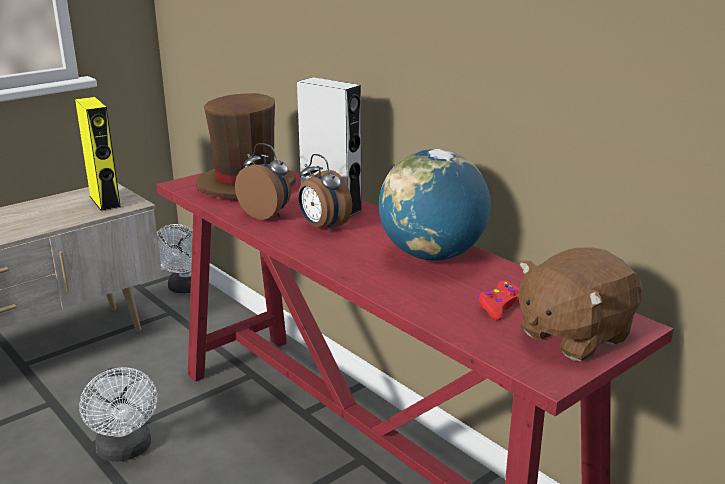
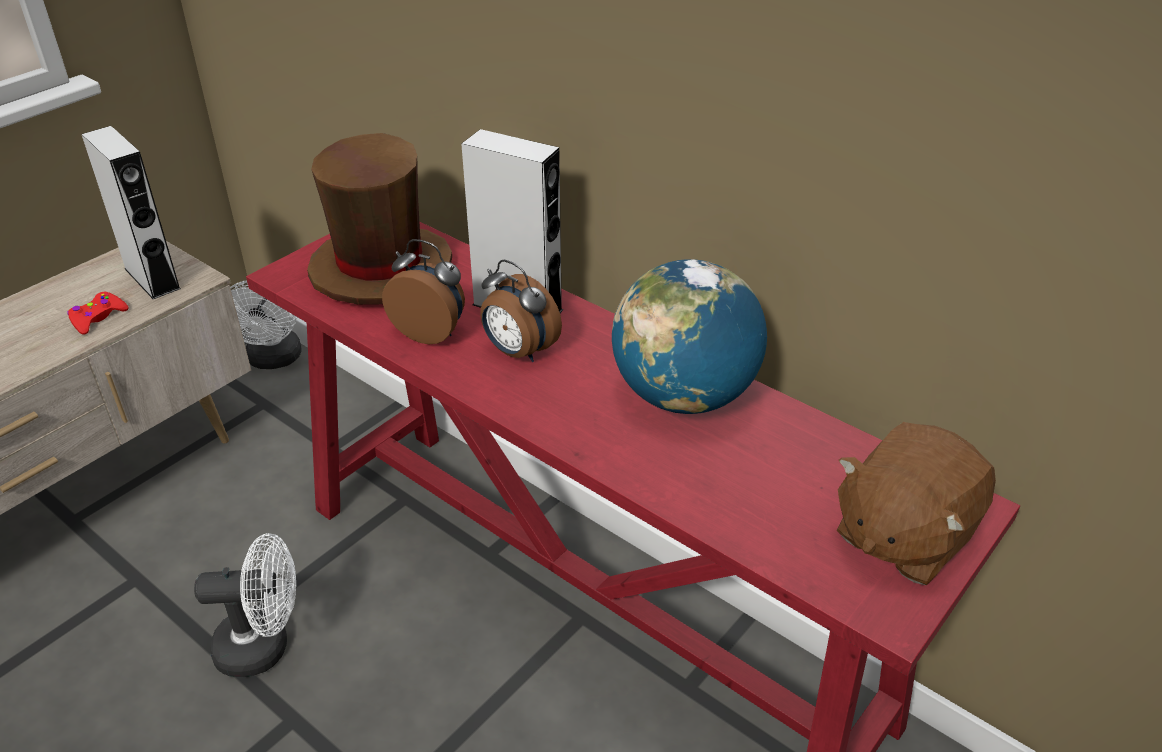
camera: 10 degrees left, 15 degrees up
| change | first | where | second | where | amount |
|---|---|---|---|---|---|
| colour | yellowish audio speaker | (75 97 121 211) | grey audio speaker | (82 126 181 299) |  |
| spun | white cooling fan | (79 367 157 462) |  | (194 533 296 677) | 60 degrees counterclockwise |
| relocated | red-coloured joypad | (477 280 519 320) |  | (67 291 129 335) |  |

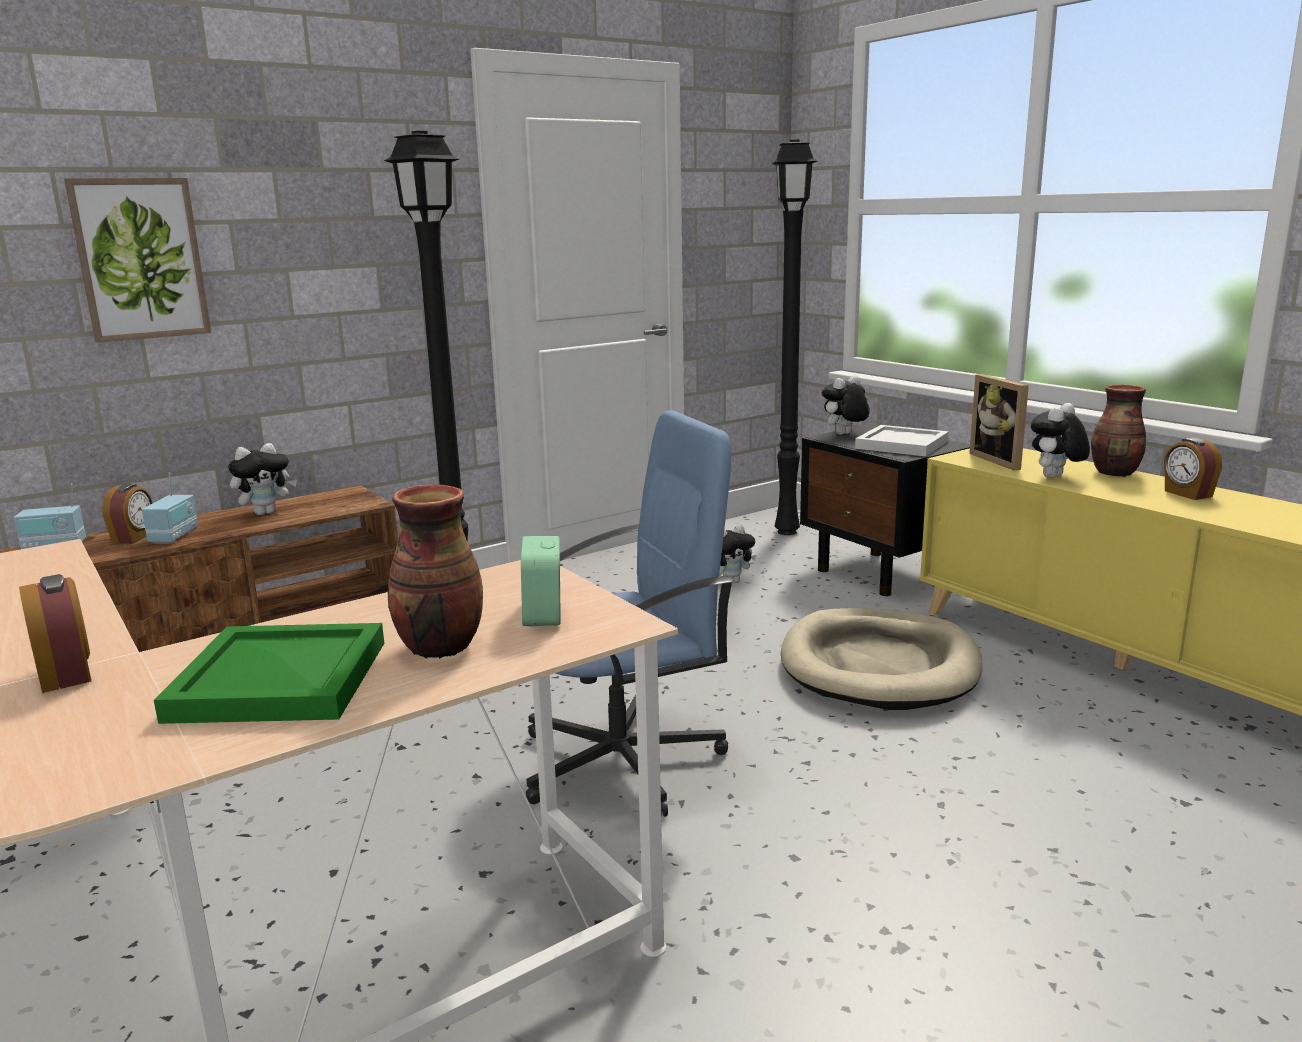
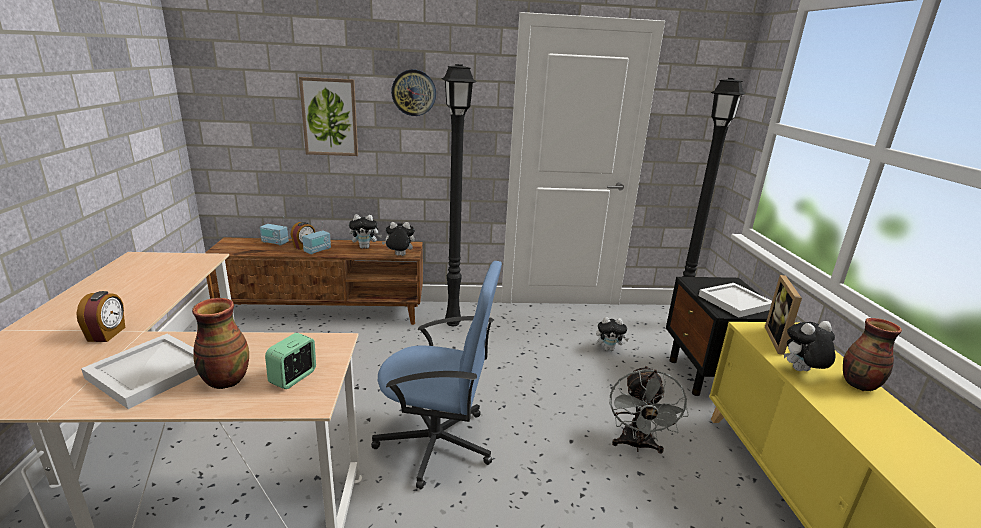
camera: 30 degrees right, 5 degrees up
| change | first | where | second | where | amount |
|---|---|---|---|---|---|
| colour | green-coloured serving tray | (154 623 384 724) | white serving tray | (81 334 199 409) |  |
| exchanged | beige-coloured dog bed | (781 608 983 710) | grey cooling fan | (610 366 689 454) |  |
| relocated | plush toy | (822 375 870 435) |  | (382 222 415 256) |  |
| missing | bedside clock | (1164 438 1222 500) |  |  |  |
| appeared |  |  | hanging clock | (391 69 436 116) |  |

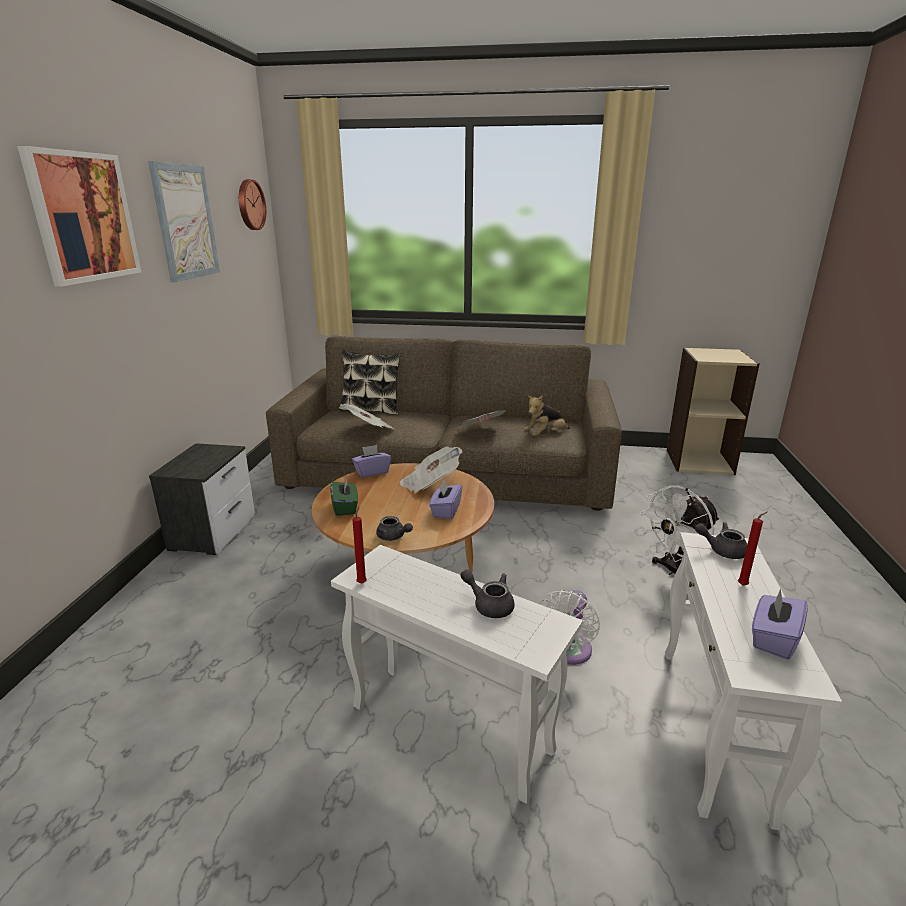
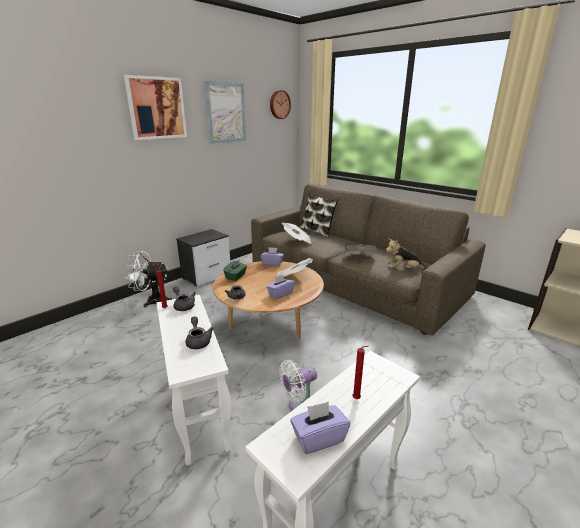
camera: 35 degrees right, 0 degrees up
| change | first | where | second | where | amount |
|---|---|---|---|---|---|
| relocated | white cooling fan | (640 485 720 575) |  | (125 251 172 307) |  |
| relocated | grey tea pot | (695 522 747 559) |  | (173 286 196 311) |  |

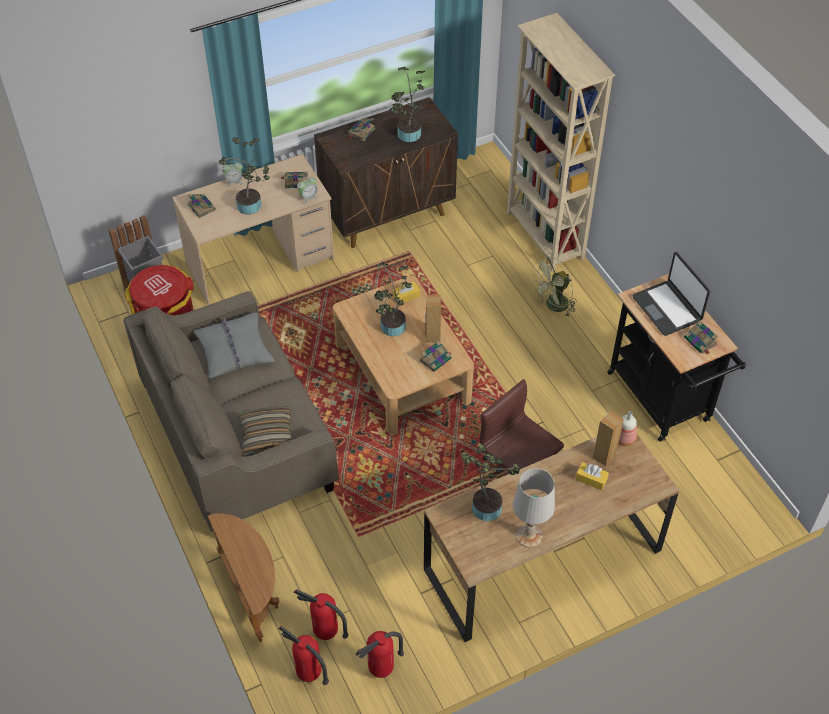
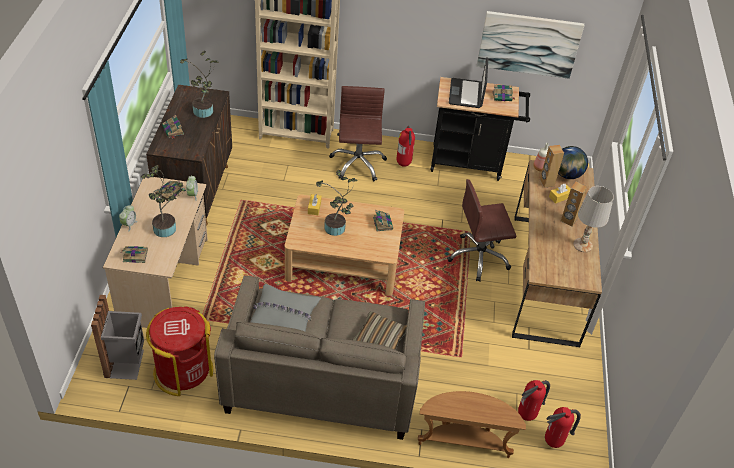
camera: 60 degrees left, 5 degrees down
| change | first | where | second | where | amount |
|---|---|---|---|---|---|
| relocated | fire-fighting cylinder | (356 631 404 678) |  | (396 126 415 167) |  |
| relocated | brownish audio speaker | (425 295 441 343) |  | (561 182 587 226) |  |
| missing | potted plant | (462 443 520 521) |  |  |  |
| exchanged | green-coloured cooling fan | (531 256 576 317) | brownish office chair | (329 86 387 181) |  |
| spun | portable computer | (632 252 710 336) |  | (449 57 488 108) | 90 degrees clockwise |
| appeared |  |  | wall picture | (477 11 584 79) |  |
| appeared |  |  | desk globe | (558 146 588 179) |  |

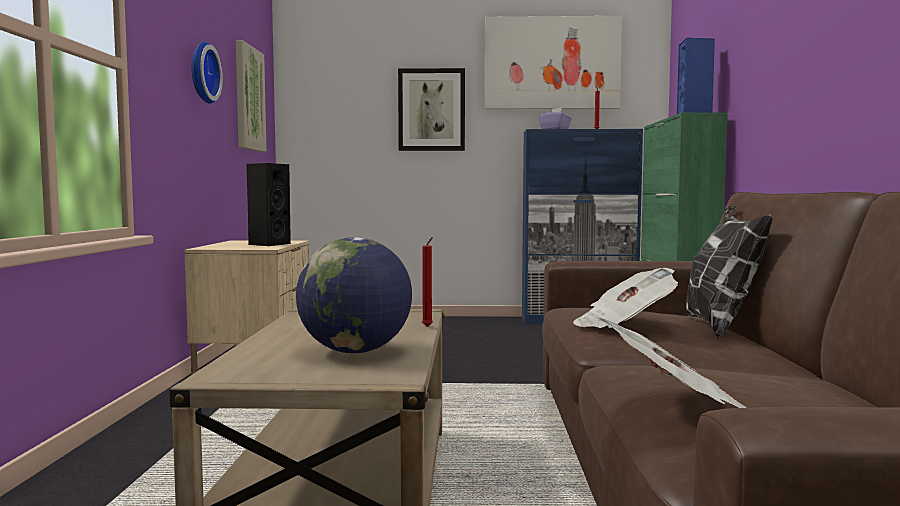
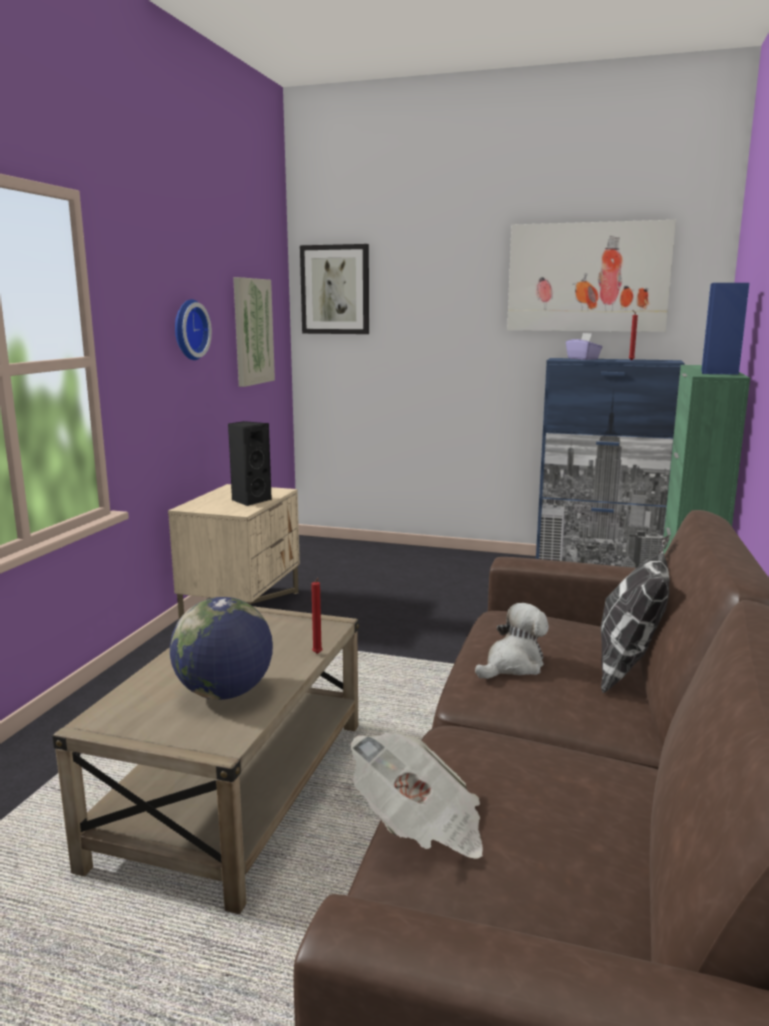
camera: 15 degrees right, 10 degrees up
| change | first | where | second | where | amount |
|---|---|---|---|---|---|
| relocated | wall picture | (398 68 465 151) |  | (300 244 369 334) |  |
| exchanged | printed paper | (573 268 678 328) | plush toy | (475 603 549 679) |  |

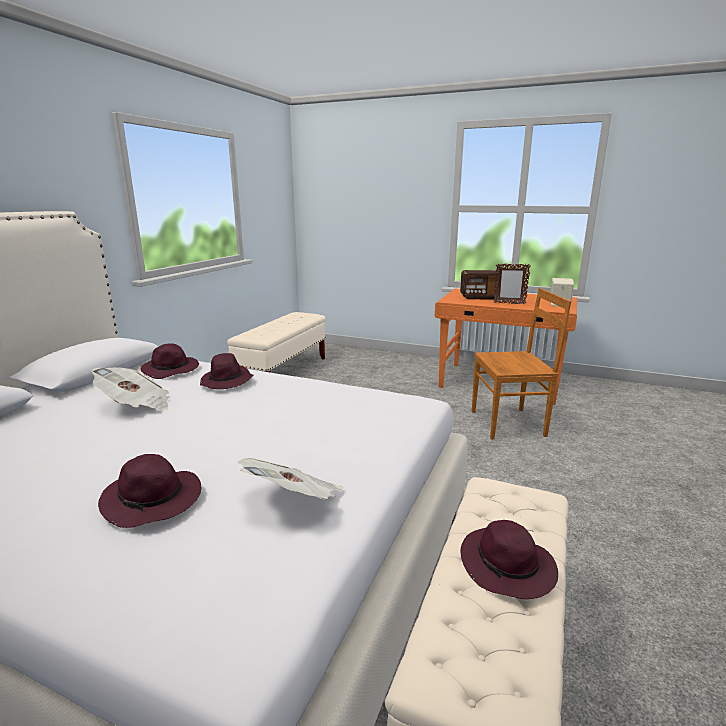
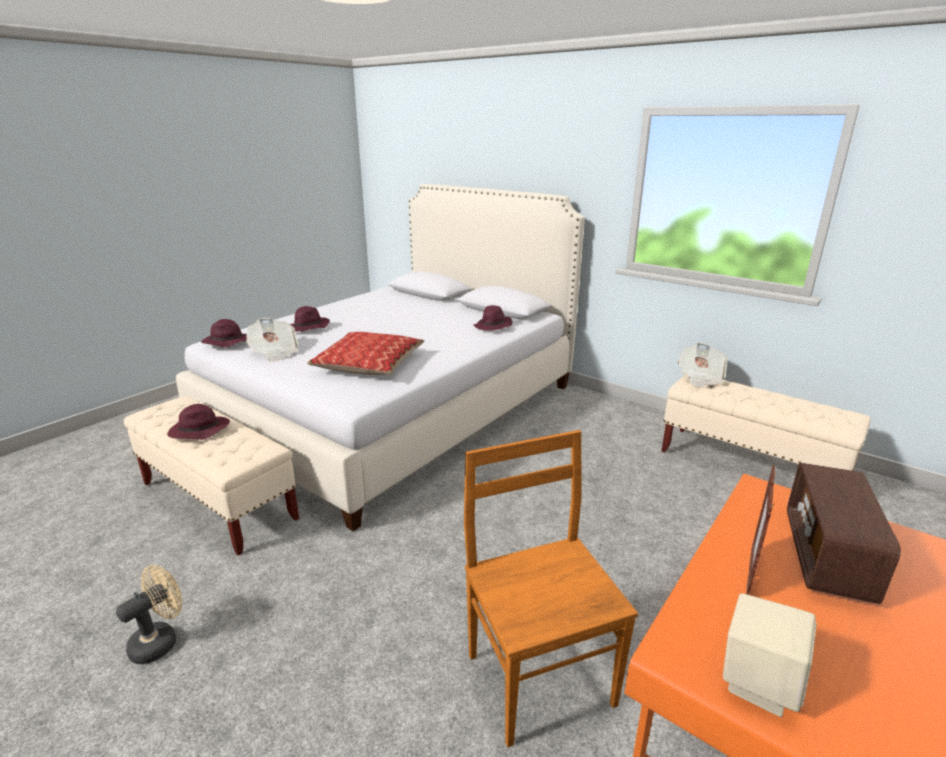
camera: 105 degrees right, 5 degrees up
| change | first | where | second | where | amount |
|---|---|---|---|---|---|
| relocated | printed paper | (92 367 169 410) |  | (678 342 728 387) |  |
| relocated | purplish clothing hat | (200 353 253 389) |  | (201 319 247 348) |  |
| spun | brownish chair | (472 288 571 439) |  | (464 430 638 747) | 150 degrees clockwise |
| appeared |  |  | beige-coloured cooling fan | (116 565 182 664) |  |
| appeared |  |  | pillow | (307 332 424 375) |  |

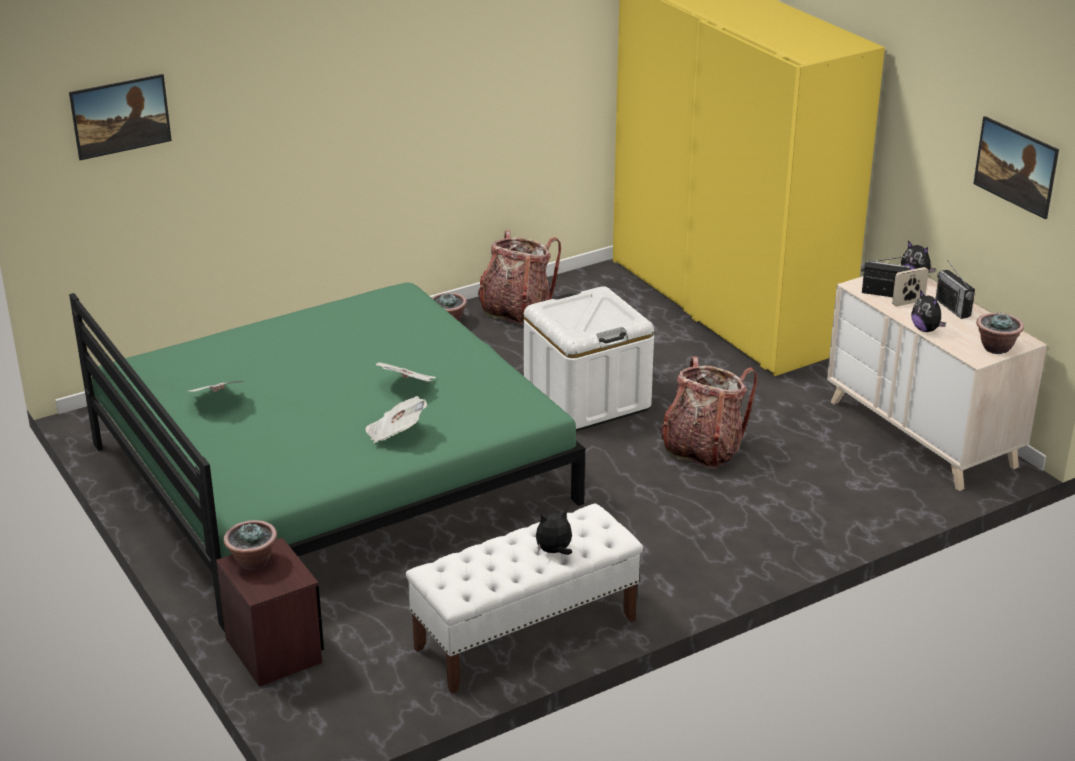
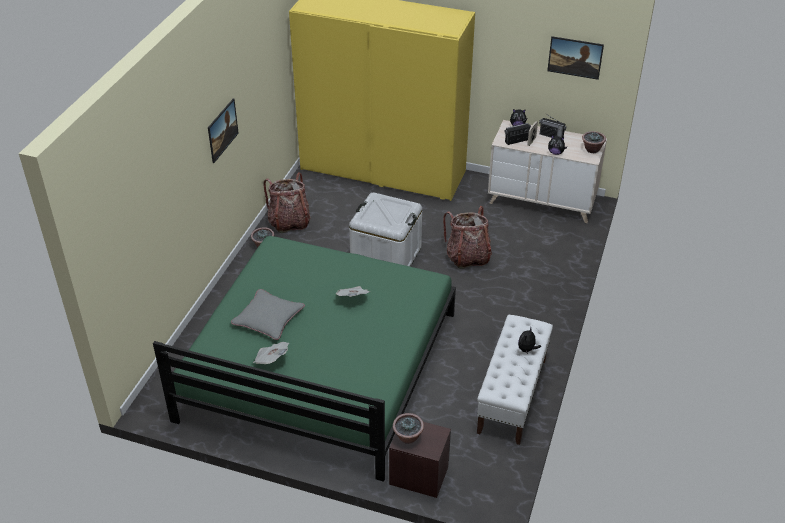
camera: 40 degrees left, 10 degrees up
| change | first | where | second | where | amount |
|---|---|---|---|---|---|
| relocated | wall picture | (69 74 172 160) |  | (208 98 239 163) |  |
| missing | printed paper | (365 396 427 443) |  |  |  |
| appeared |  |  | grey pillow | (231 289 305 340) |  |

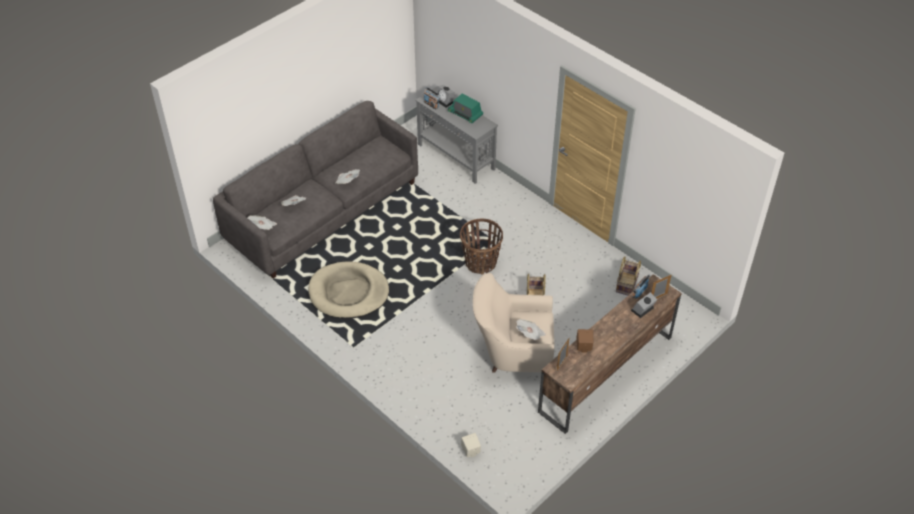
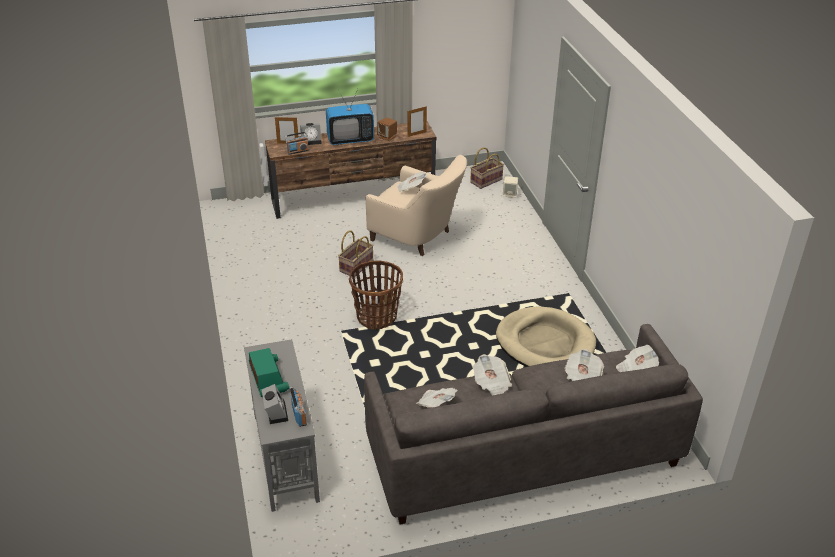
camera: 150 degrees left, 10 degrees down
| change | first | where | second | where | amount |
|---|---|---|---|---|---|
| relocated | household basket | (616 256 641 295) |  | (470 147 504 189) |  |
| appeared |  |  | TV set | (326 89 374 145) |  |
| appeared |  |  | printed paper | (416 388 458 408) |  |

